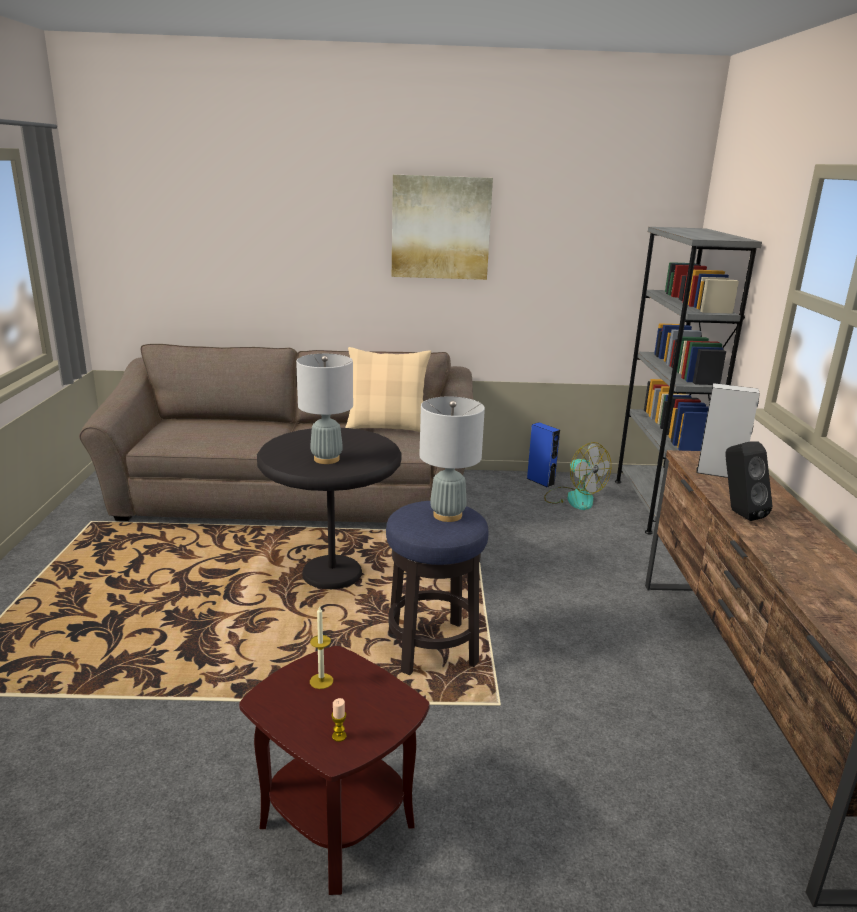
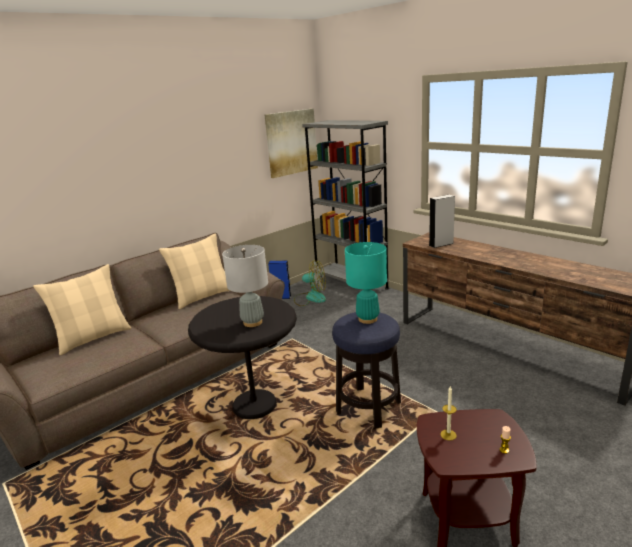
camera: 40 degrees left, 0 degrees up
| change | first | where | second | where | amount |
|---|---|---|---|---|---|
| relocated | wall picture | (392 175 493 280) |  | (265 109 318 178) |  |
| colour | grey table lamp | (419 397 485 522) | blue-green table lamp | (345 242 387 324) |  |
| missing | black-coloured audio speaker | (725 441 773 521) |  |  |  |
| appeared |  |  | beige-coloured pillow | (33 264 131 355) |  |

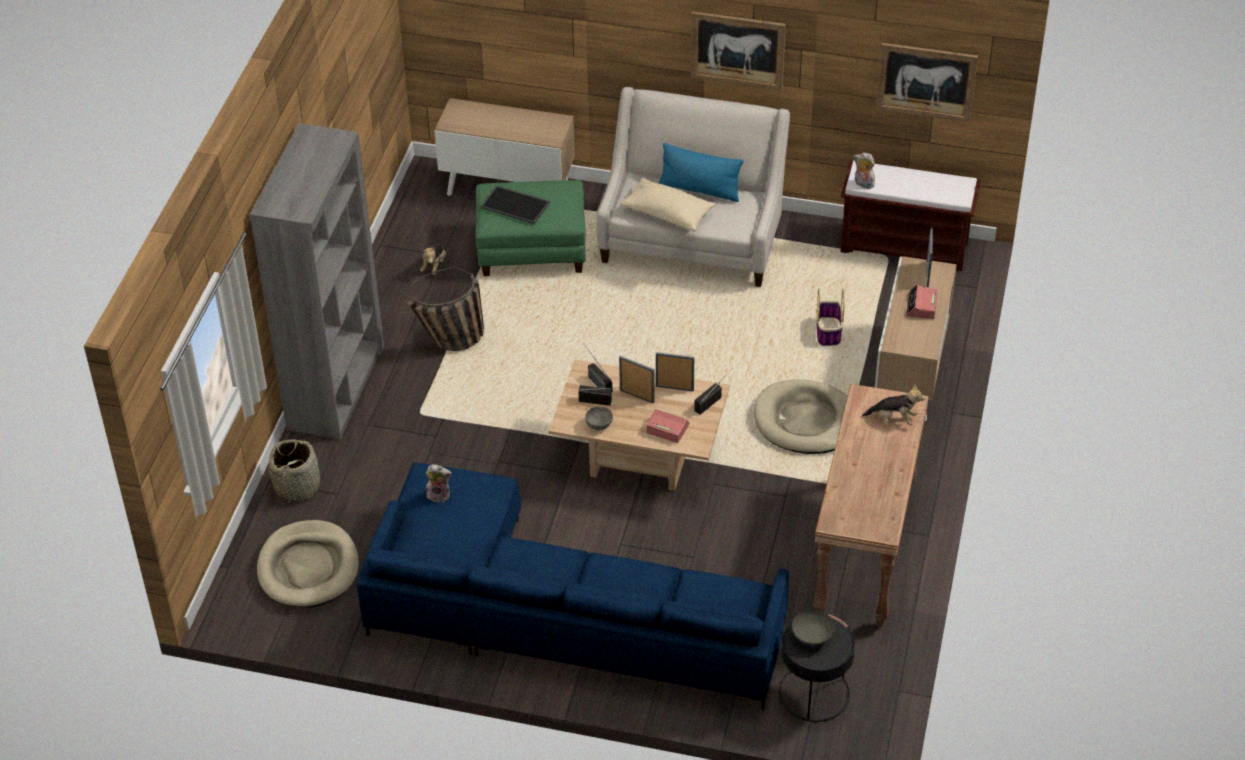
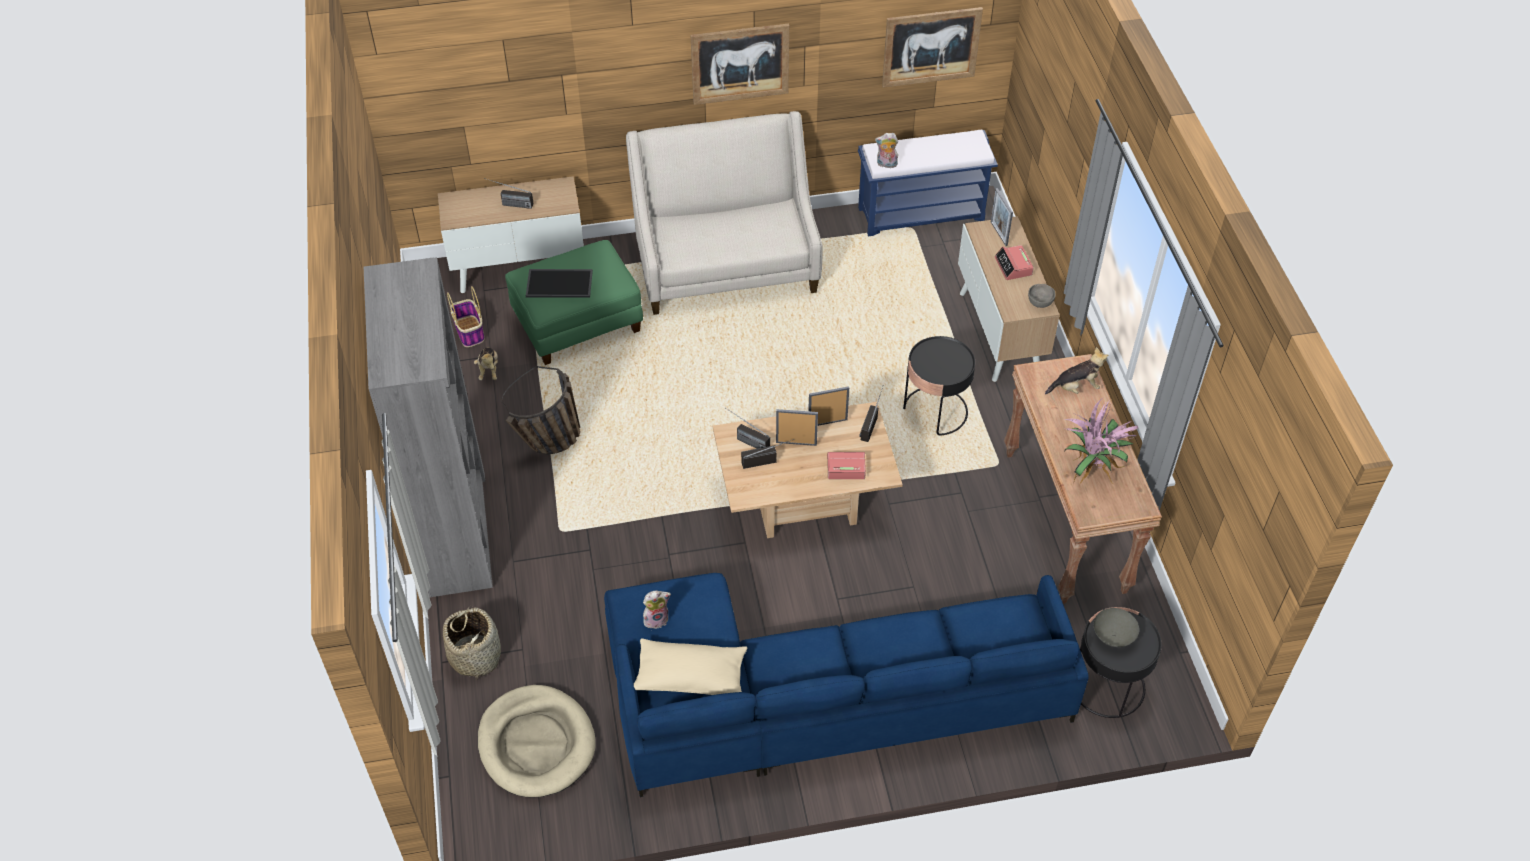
camera: 25 degrees left, 5 degrees up
| change | first | where | second | where | amount |
|---|---|---|---|---|---|
| relocated | grey bowl | (585 406 613 430) |  | (1028 284 1056 308) |  |
| relocated | beige-coloured pillow | (620 177 716 232) |  | (634 638 747 695) |  |
| missing | blue pillow | (658 143 744 202) |  |  |  |
| exchanged | beige-coloured dog bed | (754 379 848 454) | black-coloured side table | (903 336 975 435) |  |
| relocated | household basket | (816 288 845 346) |  | (447 286 485 347) |  |
| colour | brownish bench | (841 161 980 271) | blue bench | (858 129 998 236) |  |
| appeared |  |  | radio receiver | (487 179 533 209) |  |
| appeared |  |  | potted plant | (1064 398 1138 486) |  |

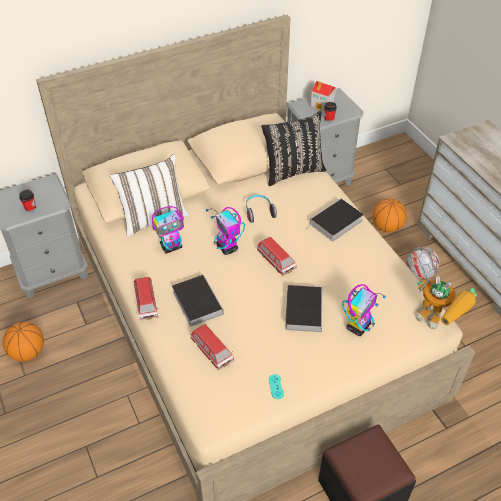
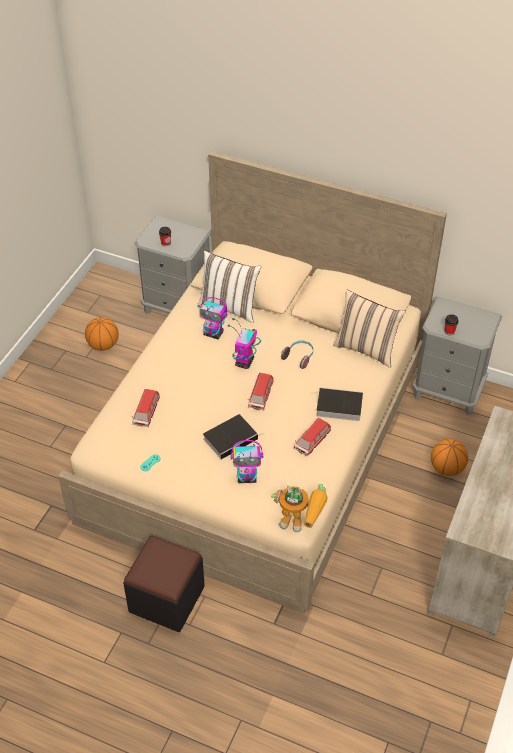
camera: 50 degrees right, 0 degrees up
| change | first | where | second | where | amount |
|---|---|---|---|---|---|
| relocated | miniature car | (134 277 159 321) |  | (294 418 331 456) |  |
| missing | book | (172 274 223 326) |  |  |  |
| colour | black-coloured pillow | (261 111 326 186) | beige-coloured pillow | (333 290 405 368) |  |
| missing | toy house | (310 81 336 111) |  |  |  |
| missing | football ball | (406 247 440 280) |  |  |  |
| spun | toy robot | (416 276 477 329) |  | (271 484 328 532) | 75 degrees counterclockwise |

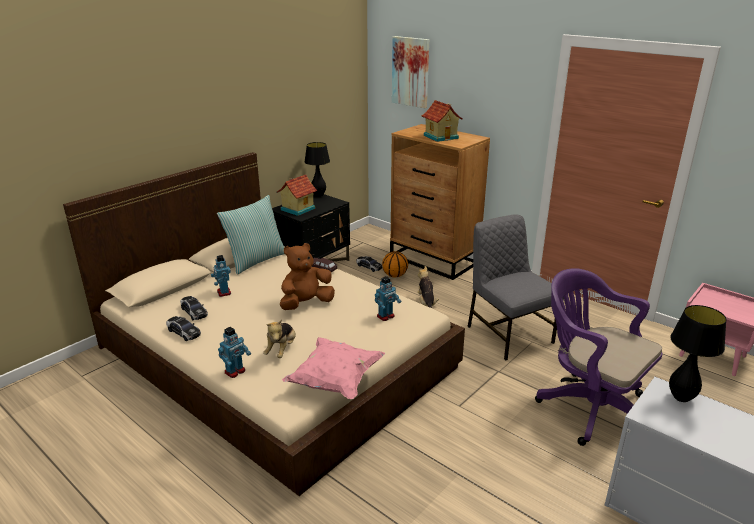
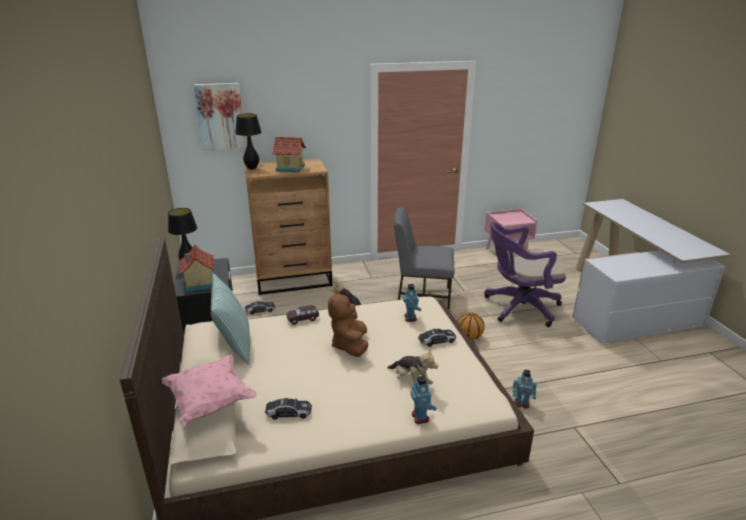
camera: 55 degrees left, 0 degrees up
| change | first | where | second | where | amount |
|---|---|---|---|---|---|
| relocated | miniature car | (166 316 201 341) |  | (418 328 456 347) |  |
| relocated | toy robot | (211 255 231 297) |  | (513 370 537 409) |  |
| relocated | pink-coloured pillow | (282 337 386 399) |  | (162 355 257 426) |  |
| relocated | ball for basketball | (382 251 408 277) |  | (458 312 485 340) |  |
| relocated | black-coloured table lamp | (669 305 727 402) |  | (235 114 262 170) |  |

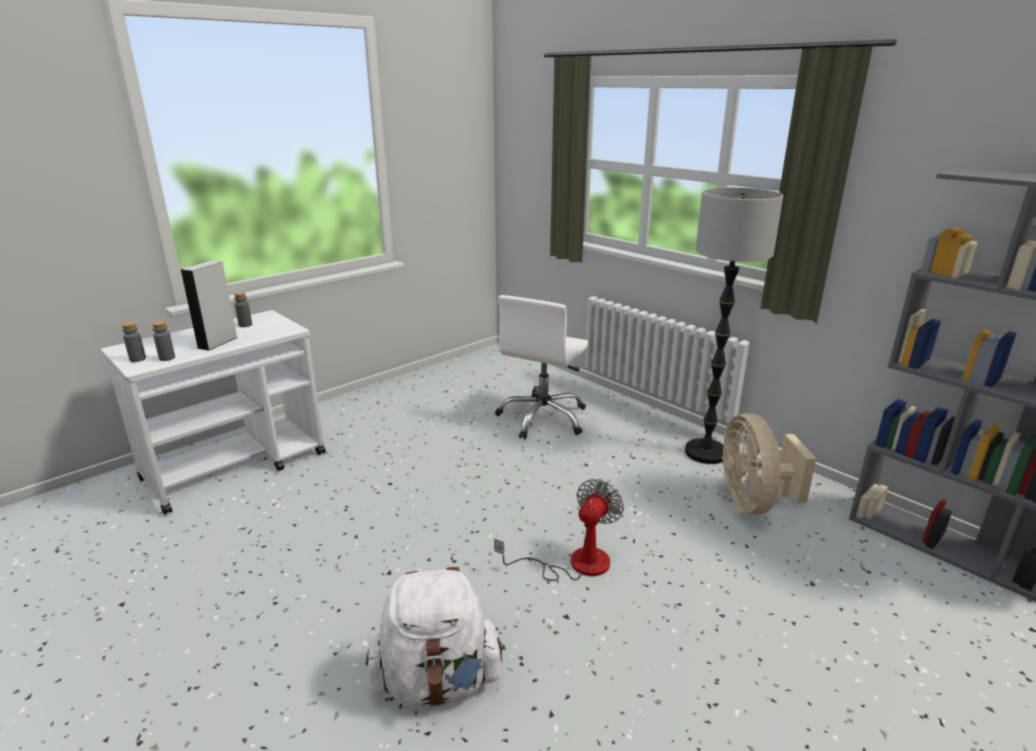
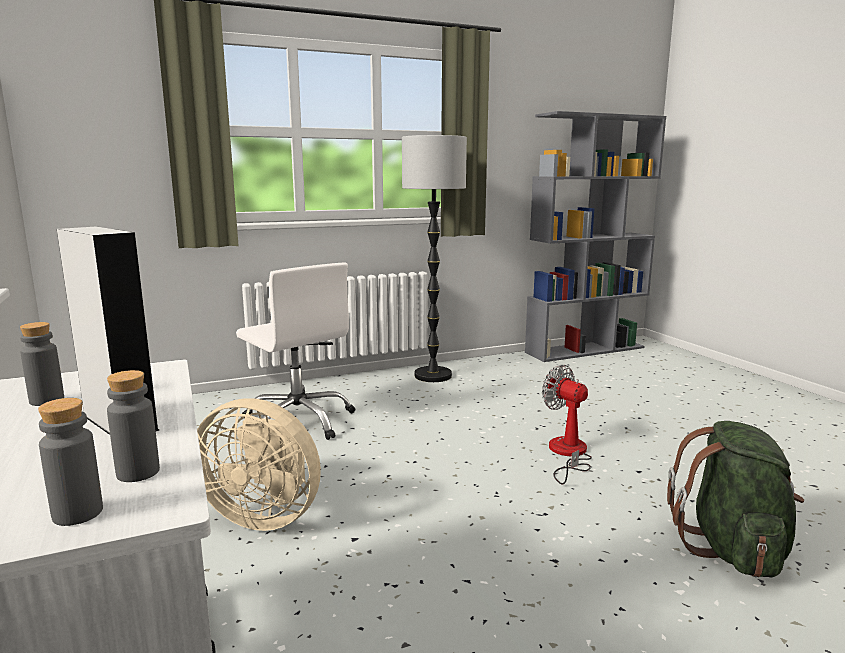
camera: 70 degrees left, 10 degrees down
| change | first | where | second | where | amount |
|---|---|---|---|---|---|
| colour | white knapsack | (366 567 506 707) | green-coloured knapsack | (667 421 804 577) |  |
| relocated | beige-coloured cooling fan | (722 413 816 515) |  | (197 398 321 531) |  |

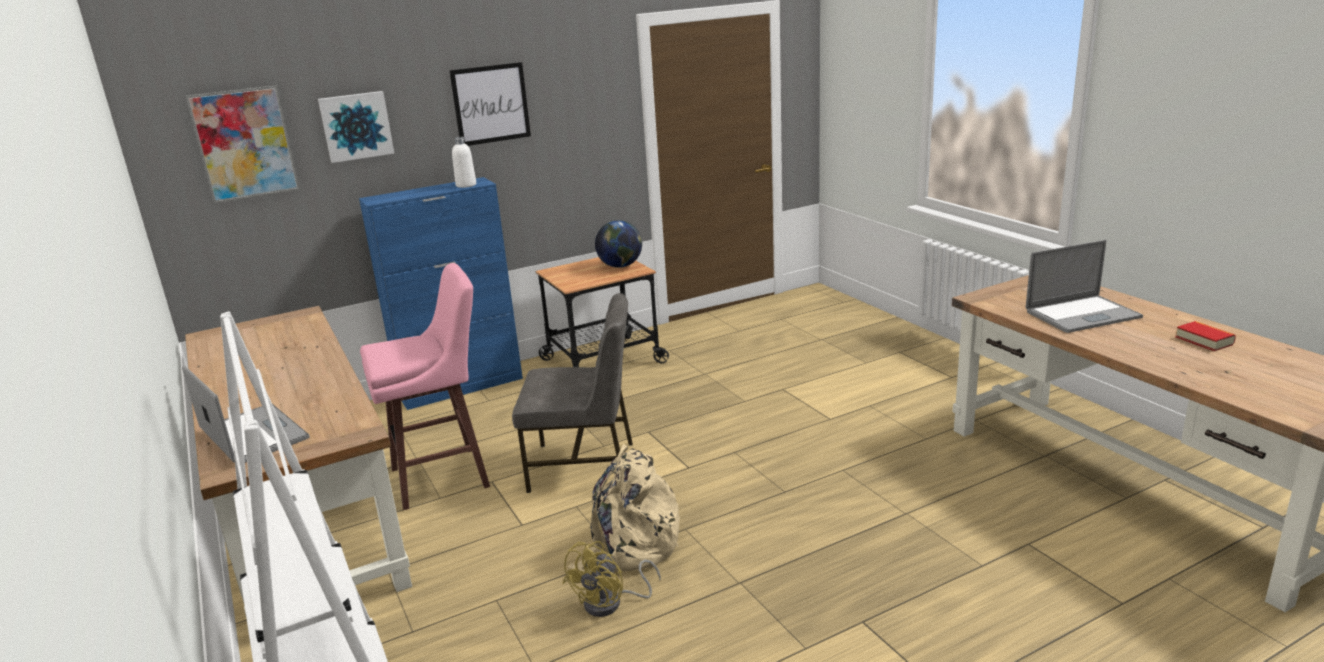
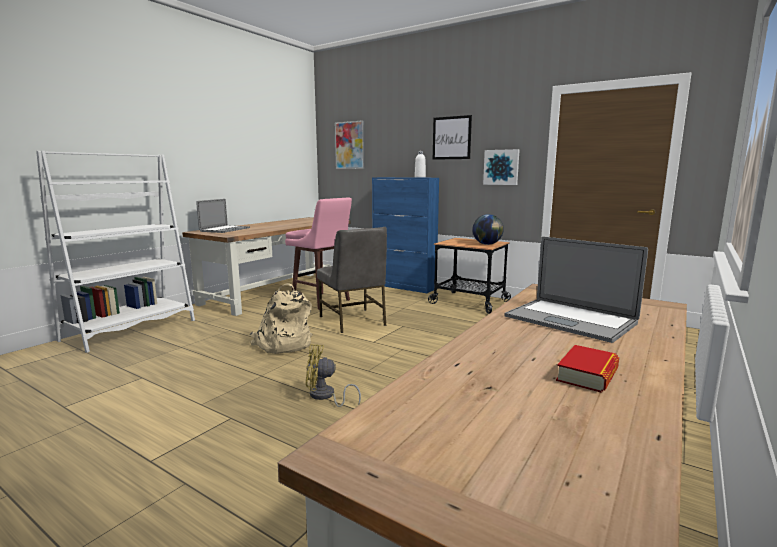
camera: 60 degrees right, 10 degrees down
| change | first | where | second | where | amount |
|---|---|---|---|---|---|
| relocated | wall picture | (318 91 394 163) |  | (483 149 520 185) |  |
| relocated | yellowish cooling fan | (562 541 661 617) |  | (306 344 361 407) |  |

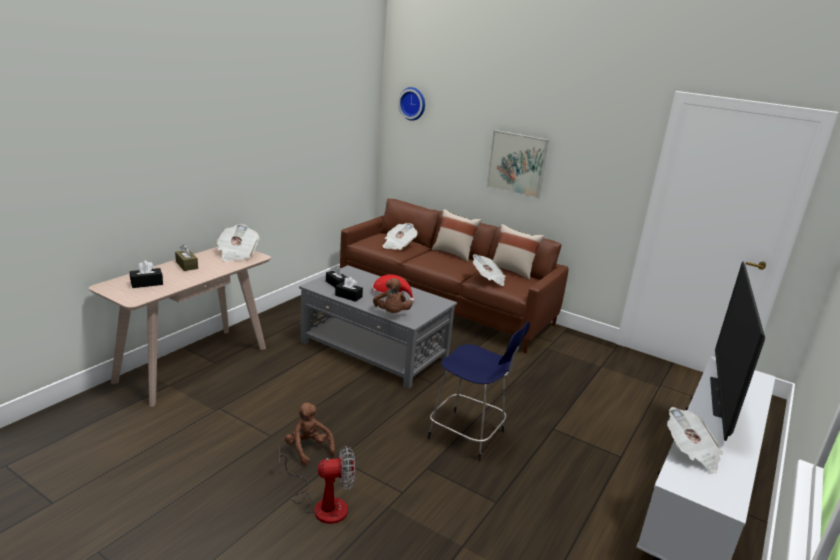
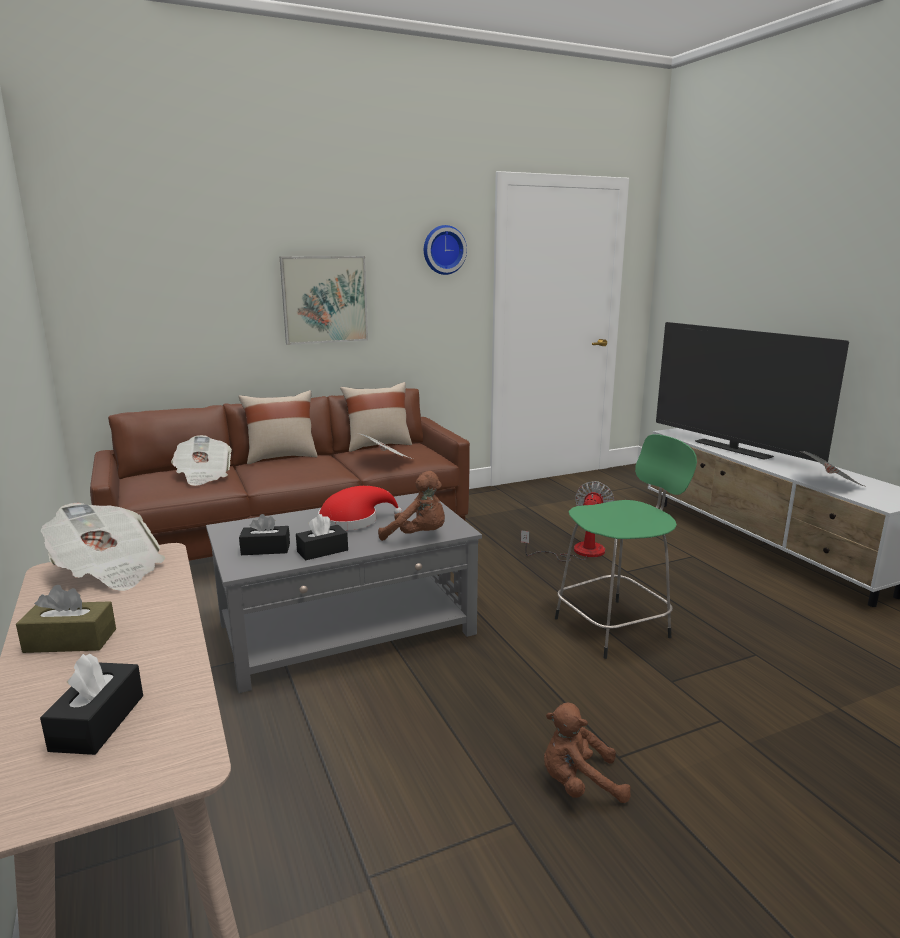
camera: 55 degrees left, 5 degrees down
| change | first | where | second | where | amount |
|---|---|---|---|---|---|
| relocated | cooling fan | (279 446 355 524) |  | (521 481 615 562) |  |
| relocated | hanging clock | (398 87 425 121) |  | (424 225 467 275) |  |
| colour | blue sitting stool | (428 322 530 461) | green-coloured sitting stool | (555 434 697 659) |  |

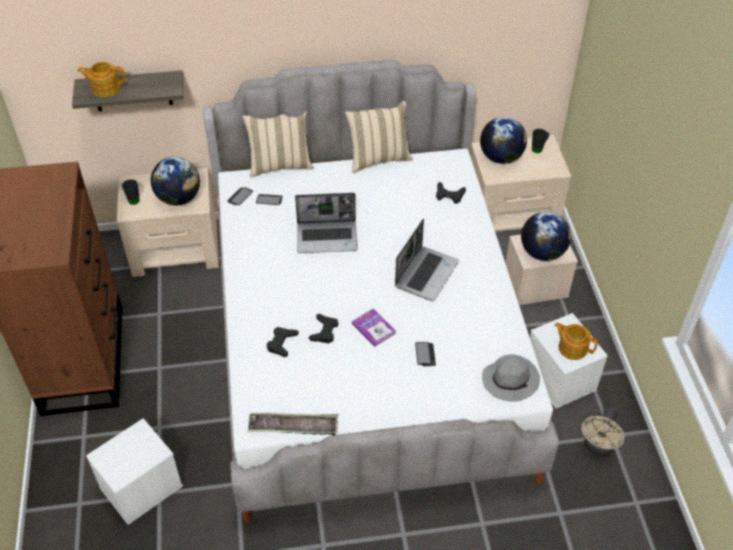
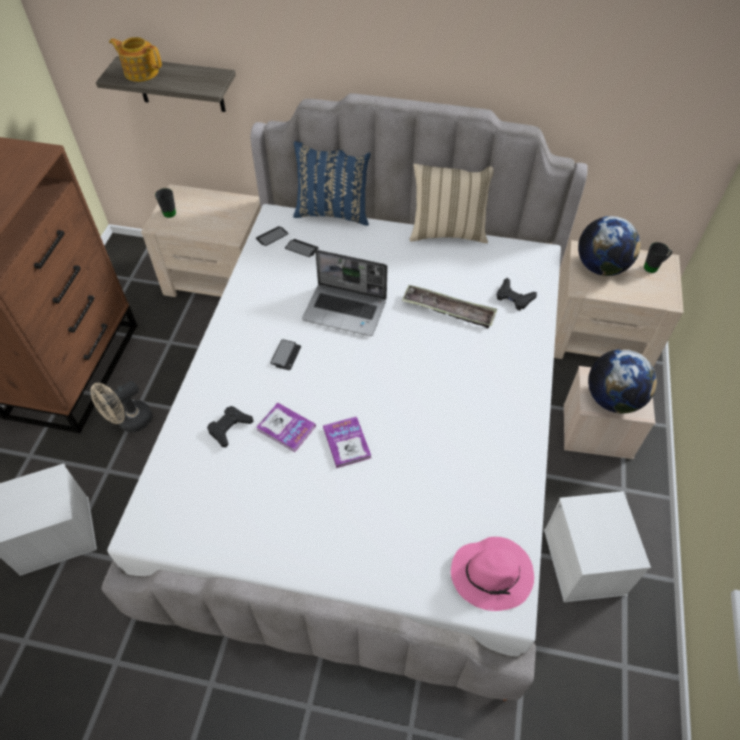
camera: 20 degrees right, 5 degrees up
| change | first | where | second | where | amount |
|---|---|---|---|---|---|
| missing | desk globe | (151 157 200 206) |  |  |  |
| colour | beige-coloured pillow | (242 111 314 178) | blue pillow | (293 141 371 226) |  |
| relocated | serving tray | (248 413 338 435) |  | (402 285 497 328) |  |
| exchanged | black-coloured joypad | (309 314 339 343) | book | (256 403 316 452) |  |
| missing | portable computer | (395 219 459 301) |  |  |  |
| relocated | handset | (415 342 436 366) |  | (270 339 301 370) |  |
| colour | grey clothing hat | (482 354 540 402) | pink-coloured clothing hat | (451 537 534 611) |  |
| missing | tea pot | (554 323 598 360) |  |  |  |
| relocated | beige-coloured cooling fan | (581 407 625 456) |  | (91 381 153 432) |  |

